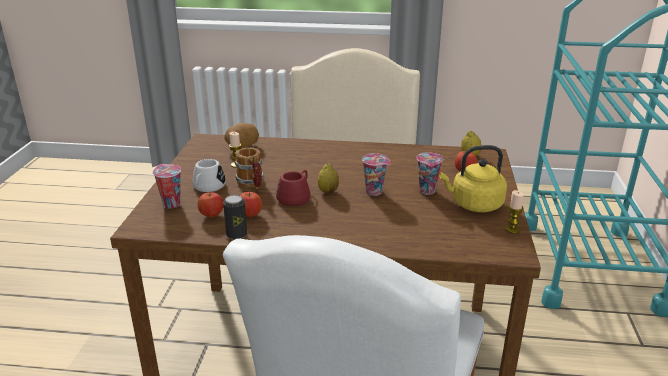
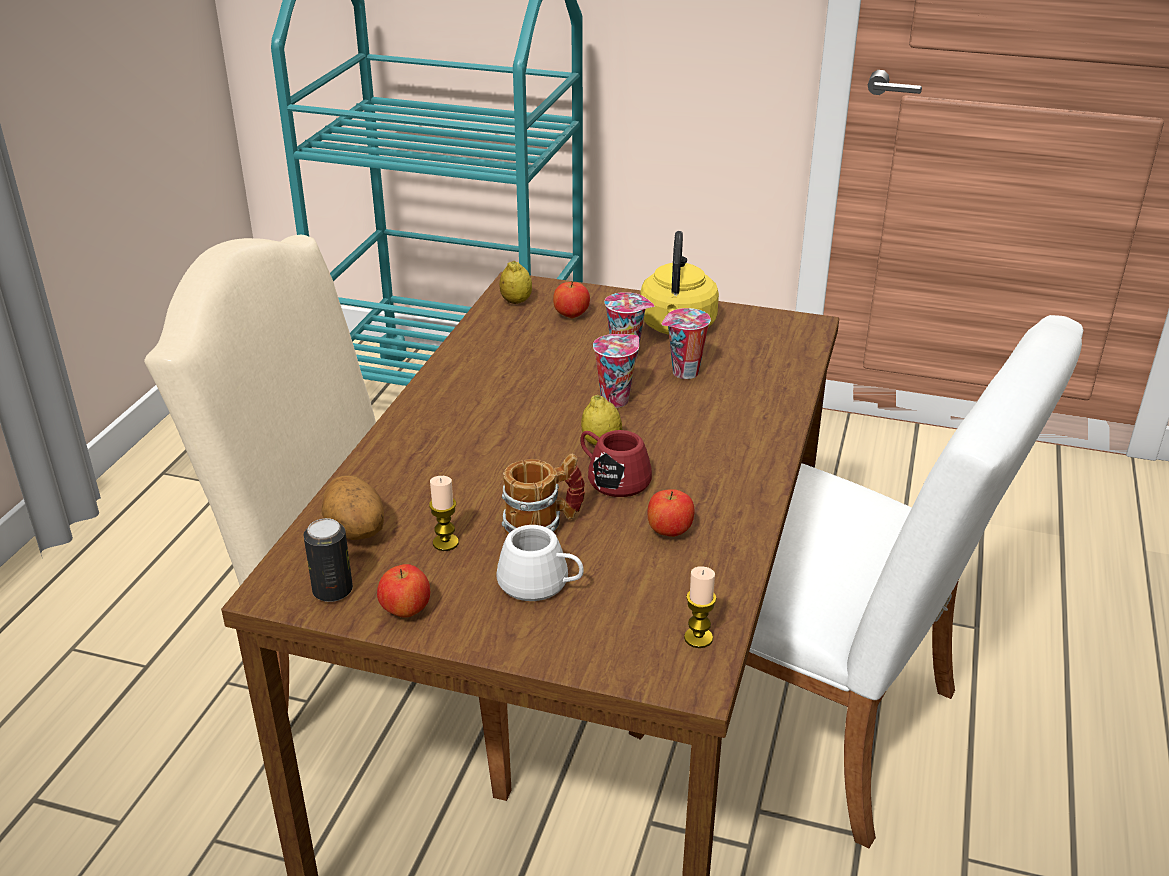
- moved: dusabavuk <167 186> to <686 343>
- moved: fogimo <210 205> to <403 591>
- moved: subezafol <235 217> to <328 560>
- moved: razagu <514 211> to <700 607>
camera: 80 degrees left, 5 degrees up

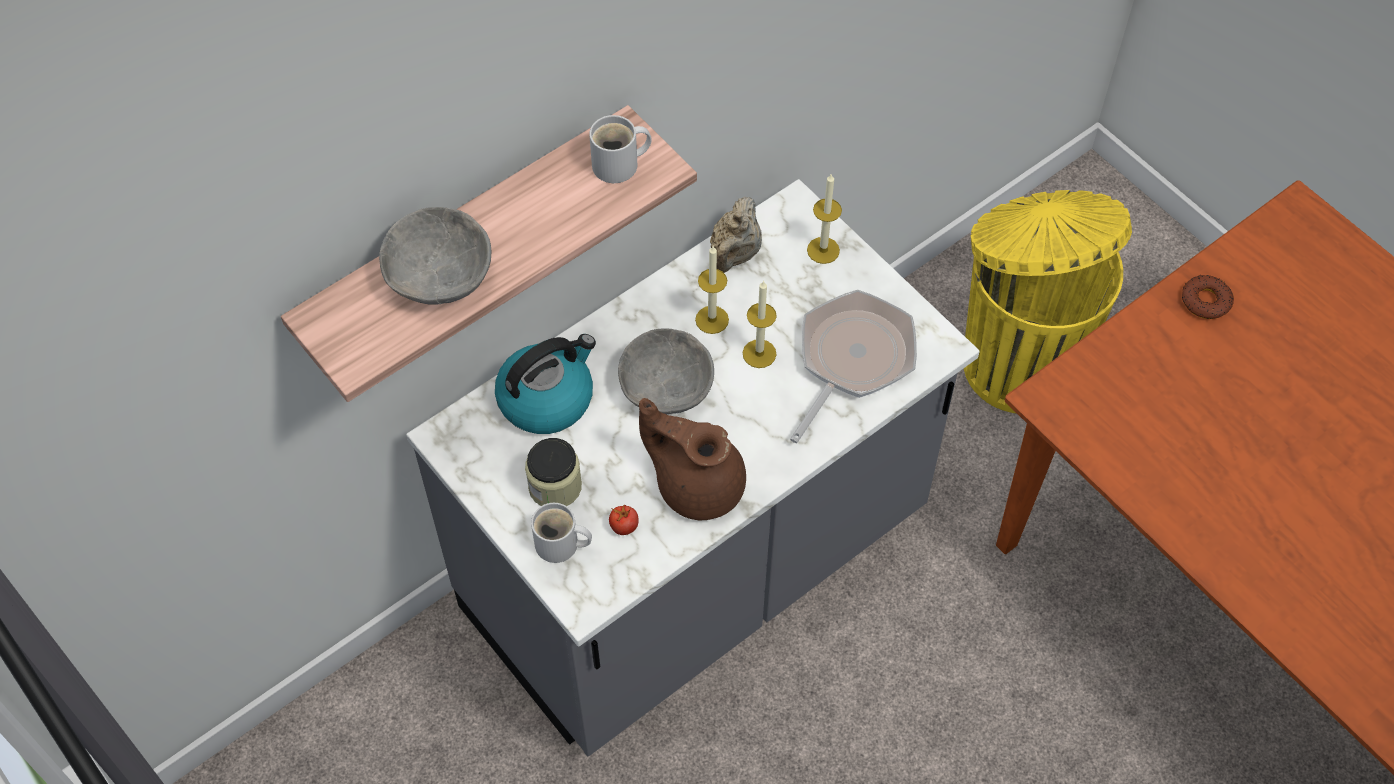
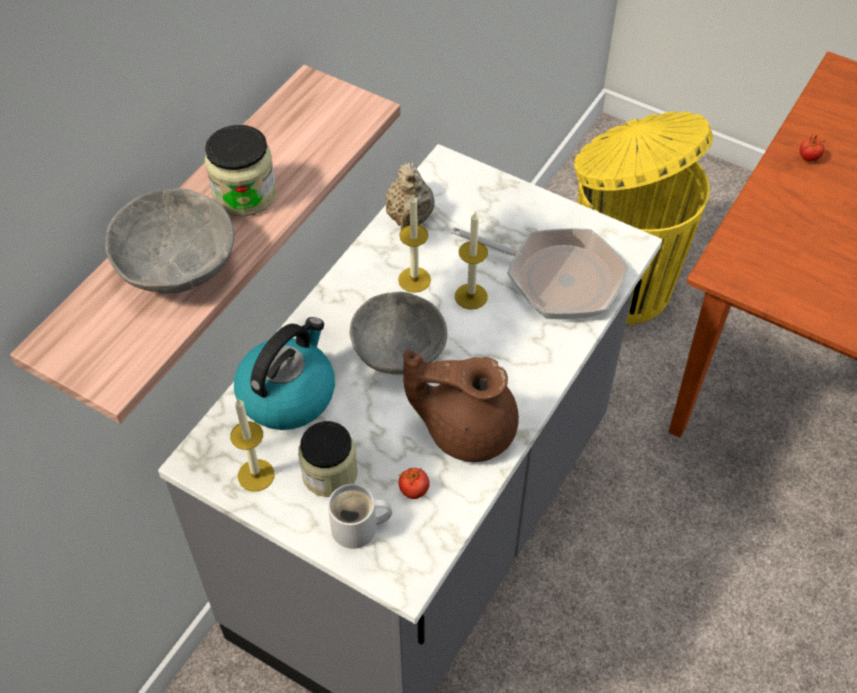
- removed: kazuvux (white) <620 149>
- turned: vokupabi <853 366> = <540 273> 105 degrees clockwise
- moved: razagu <824 218> to <252 445>
- replaced: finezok <1208 297> to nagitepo <813 147>
- added: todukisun <241 170>
camera: 20 degrees left, 5 degrees down

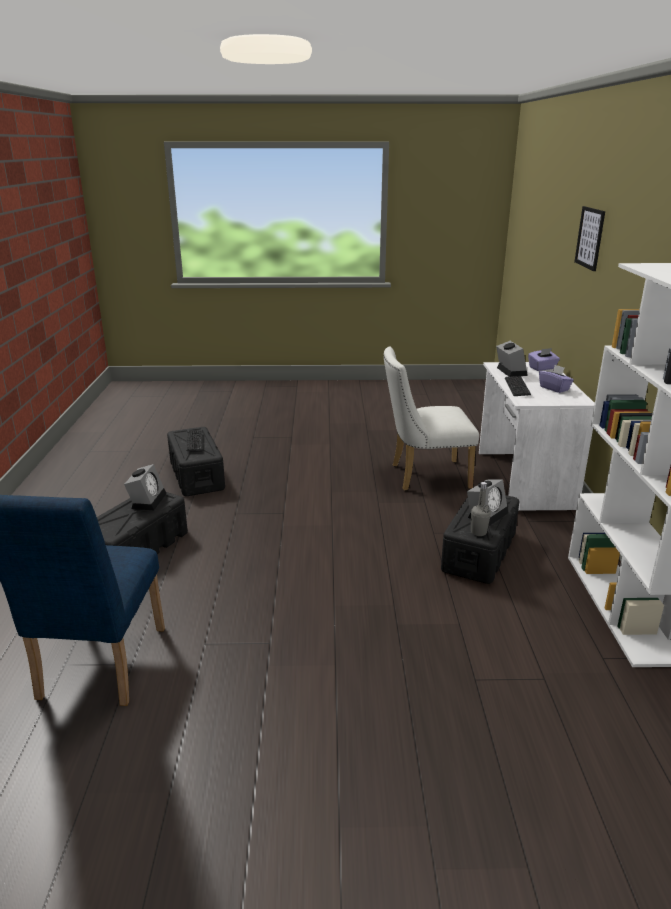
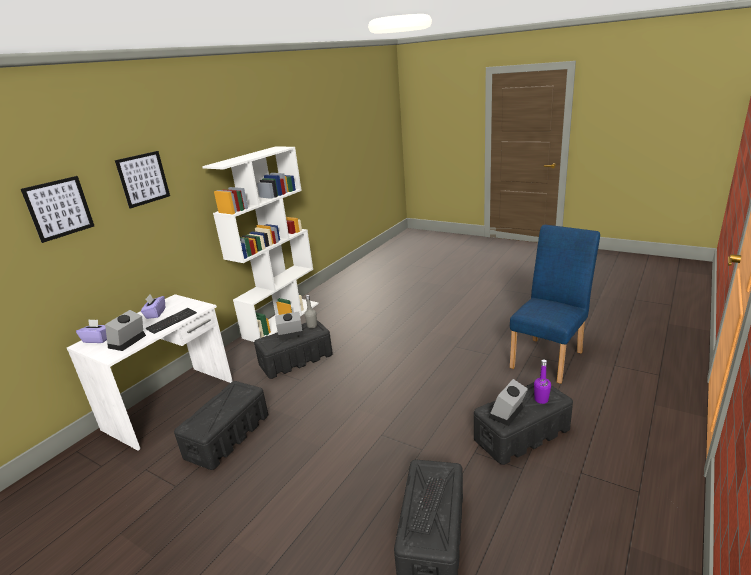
- replaced: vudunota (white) <431 419> to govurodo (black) <221 425>
- added: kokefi <142 180>
- added: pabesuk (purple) <542 382>
camera: 145 degrees left, 0 degrees up

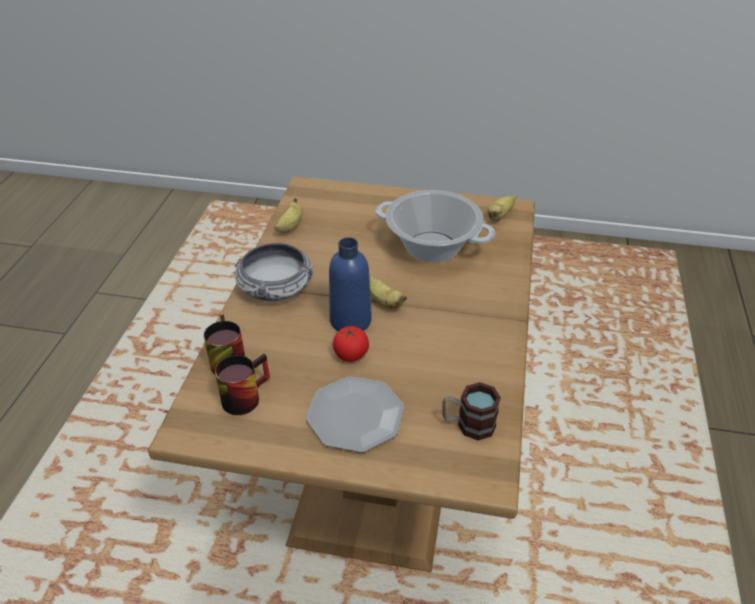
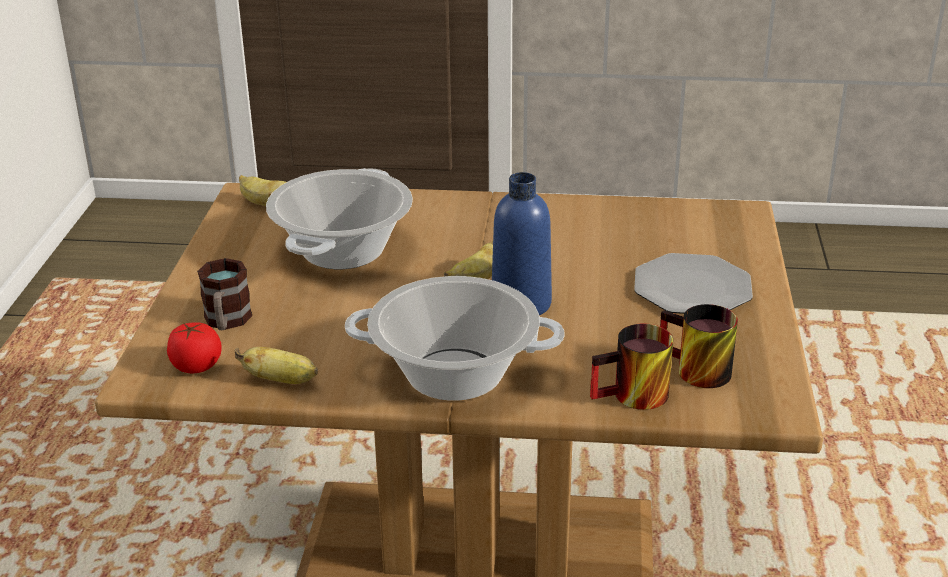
- replaced: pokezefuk <274 272> to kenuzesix <455 338>
- moved: nagitepo <351 344> to <194 347>
- moved: kazuvux <471 411> to <224 294>
camera: 95 degrees left, 10 degrees down

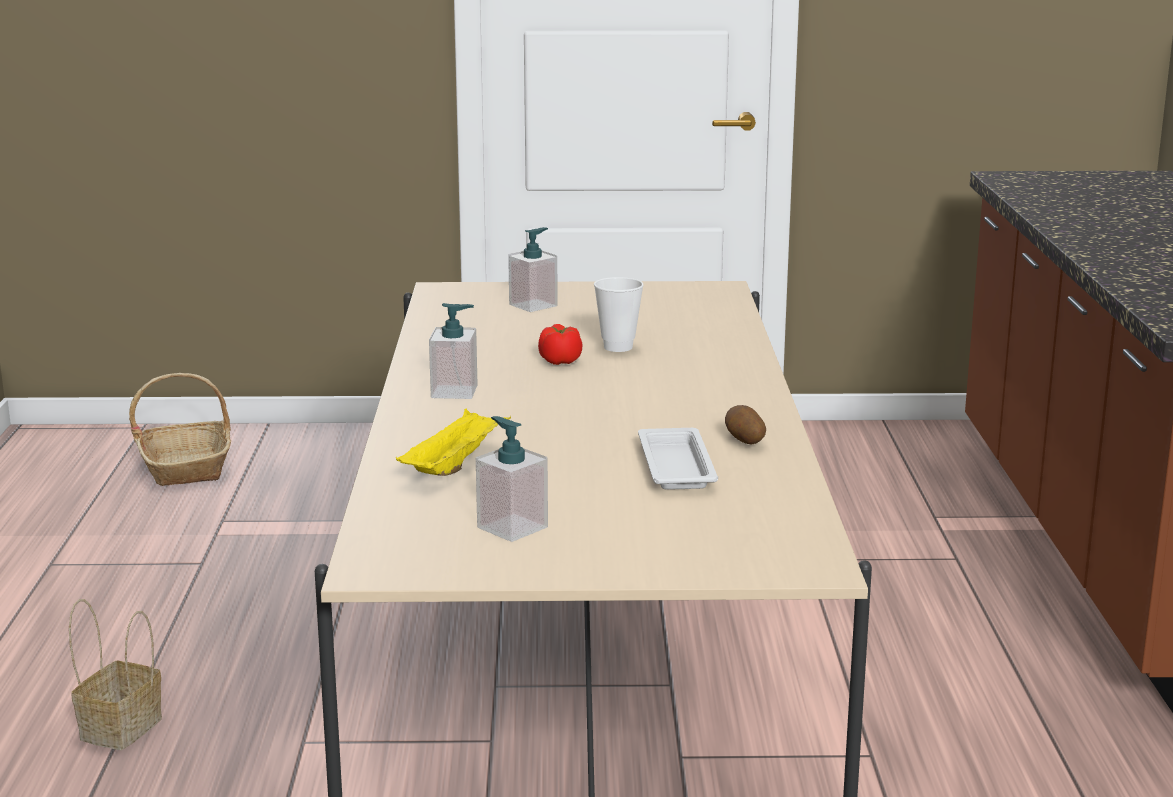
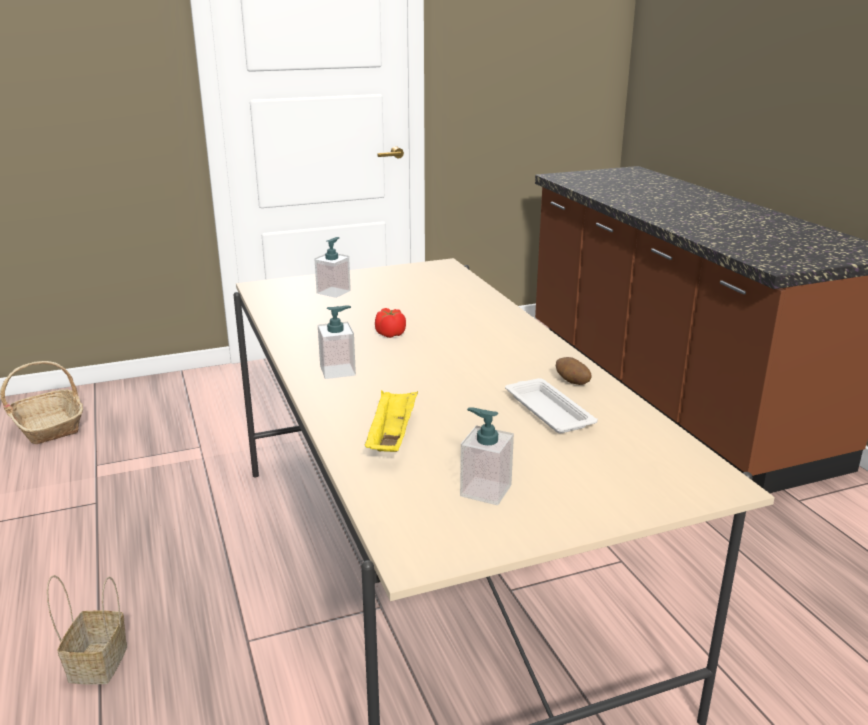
- removed: dusabavuk <619 314>
camera: 20 degrees left, 5 degrees up

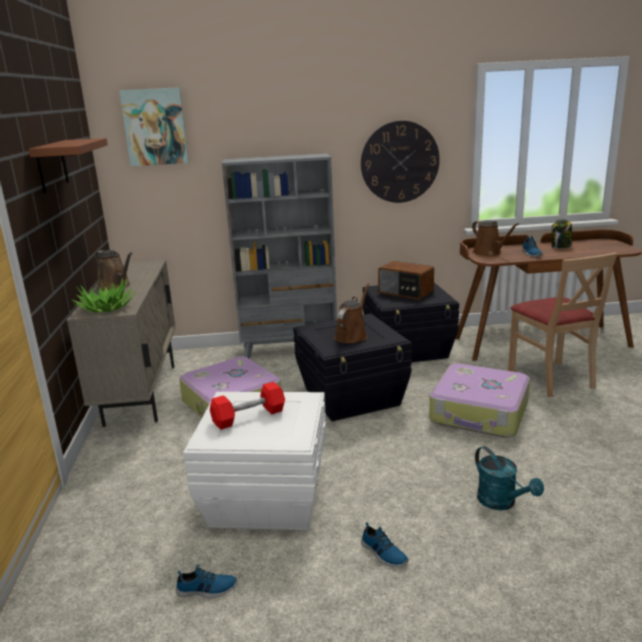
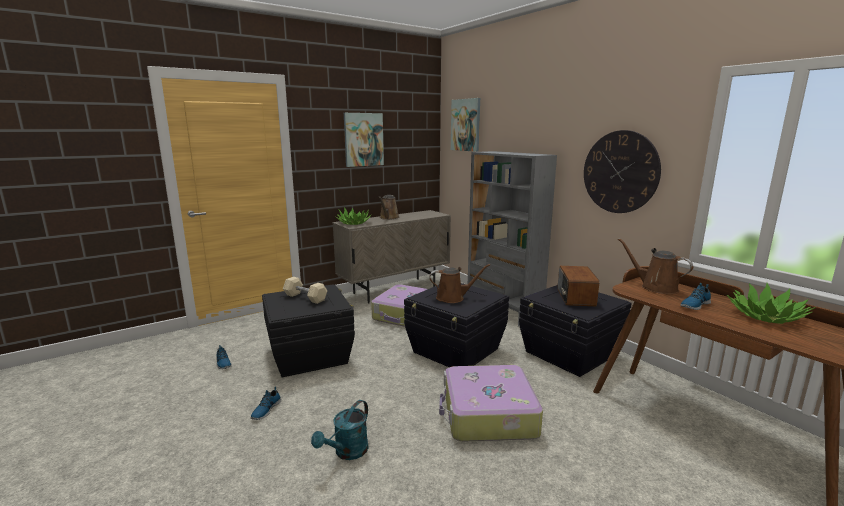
- replaced: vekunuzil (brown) <68 166> to kokefi <364 140>
- recoloured: govurodo (white) <254 461> to govurodo (black) <308 330>
- recoloured: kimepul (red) <247 406> to kimepul (beige) <305 290>
- turned: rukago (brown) <495 238> = <655 266> 105 degrees clockwise
- removed: vudunota (beige) <562 325>
- replaced: todukisun <562 233> to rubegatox <771 303>
camera: 60 degrees right, 5 degrees down

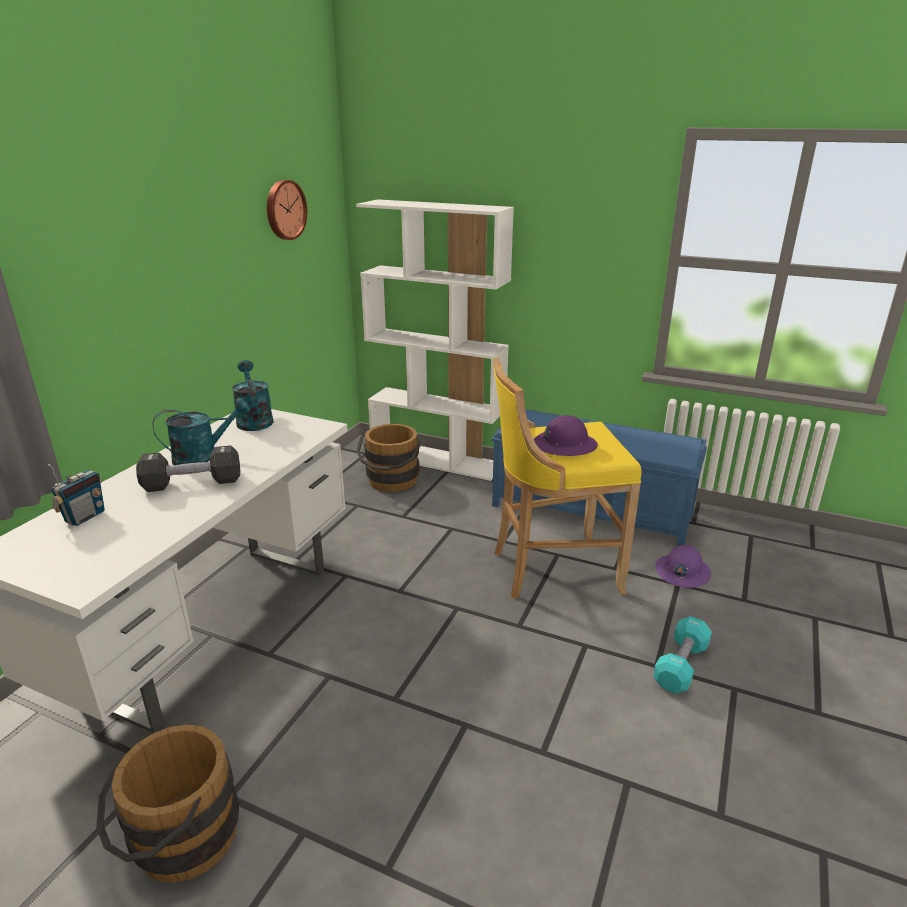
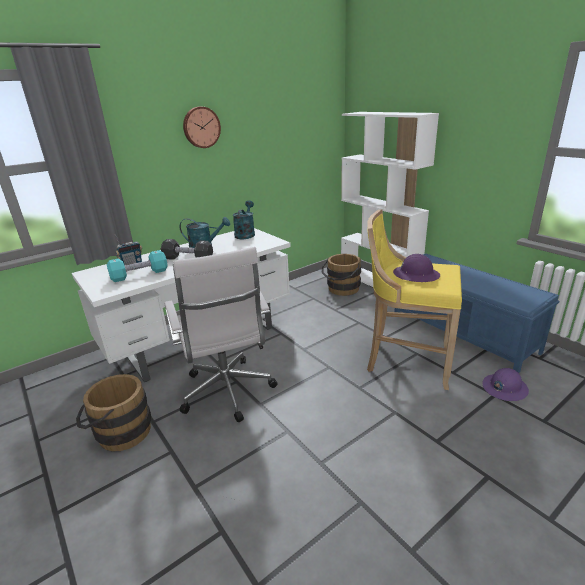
- moved: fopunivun <287 210> to <202 127>
- moved: kimepul (turquoise) <682 655> to <137 266>
- added: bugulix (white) <220 334>
camera: 30 degrees right, 0 degrees up

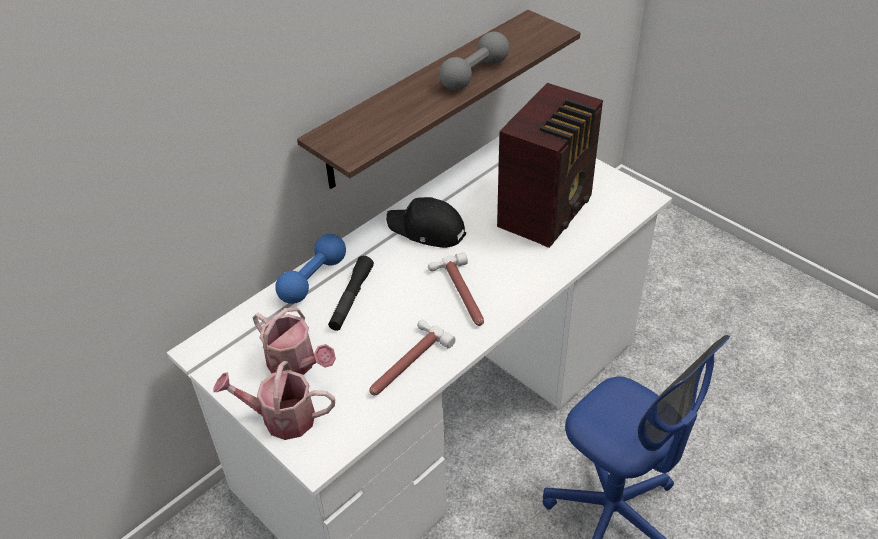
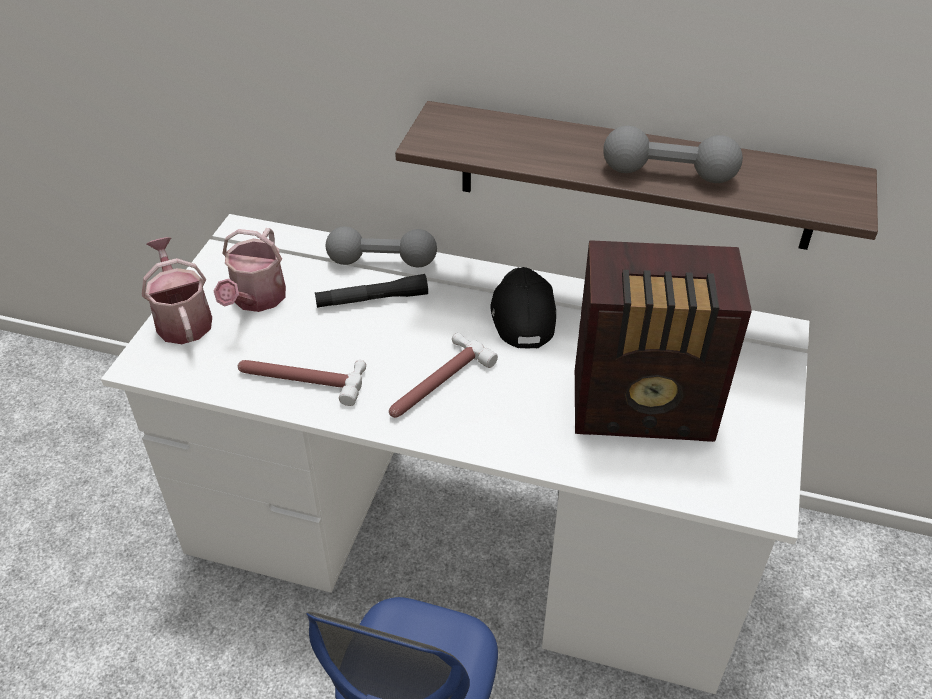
- recoloured: kimepul (blue) <310 269> to kimepul (grey) <381 246>
camera: 60 degrees right, 0 degrees up

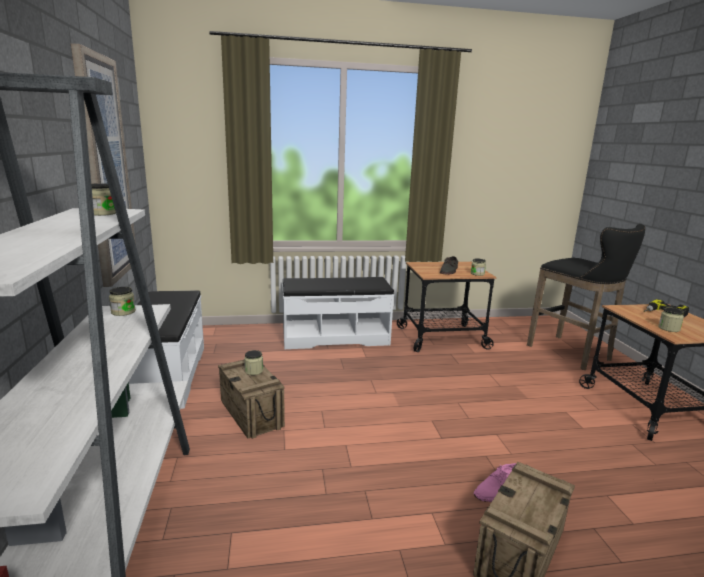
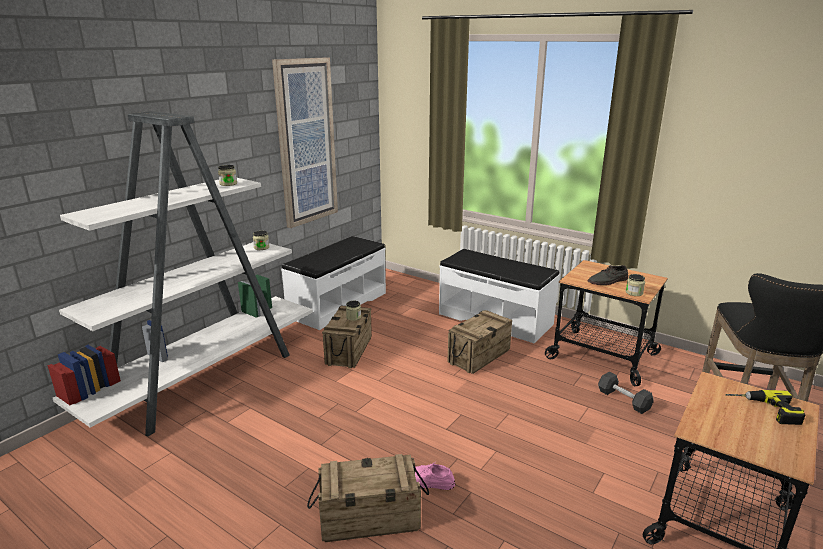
- removed: todukisun <671 319>
- added: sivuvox <480 342>
- added: kimepul (black) <626 392>
camera: 45 degrees right, 5 degrees up

